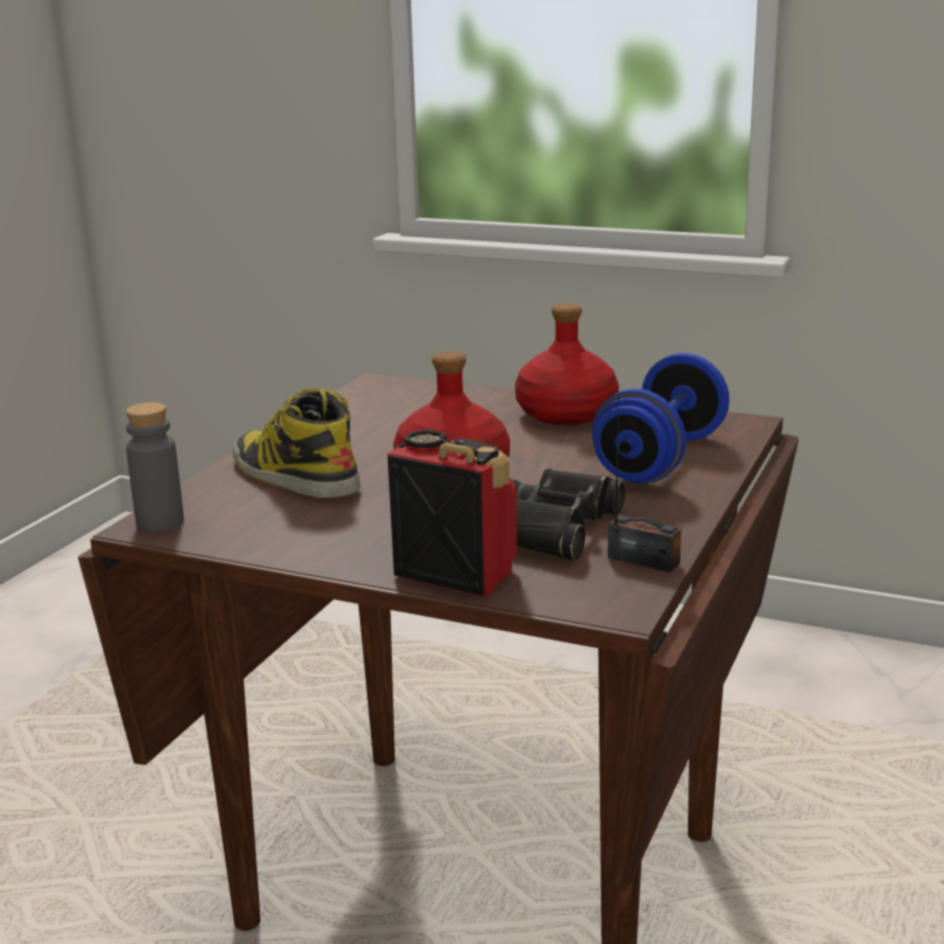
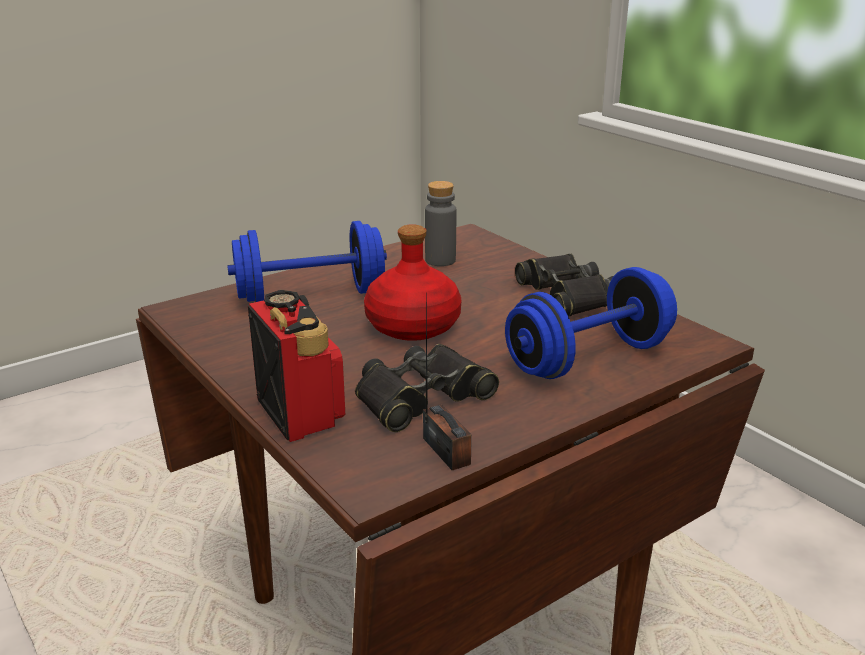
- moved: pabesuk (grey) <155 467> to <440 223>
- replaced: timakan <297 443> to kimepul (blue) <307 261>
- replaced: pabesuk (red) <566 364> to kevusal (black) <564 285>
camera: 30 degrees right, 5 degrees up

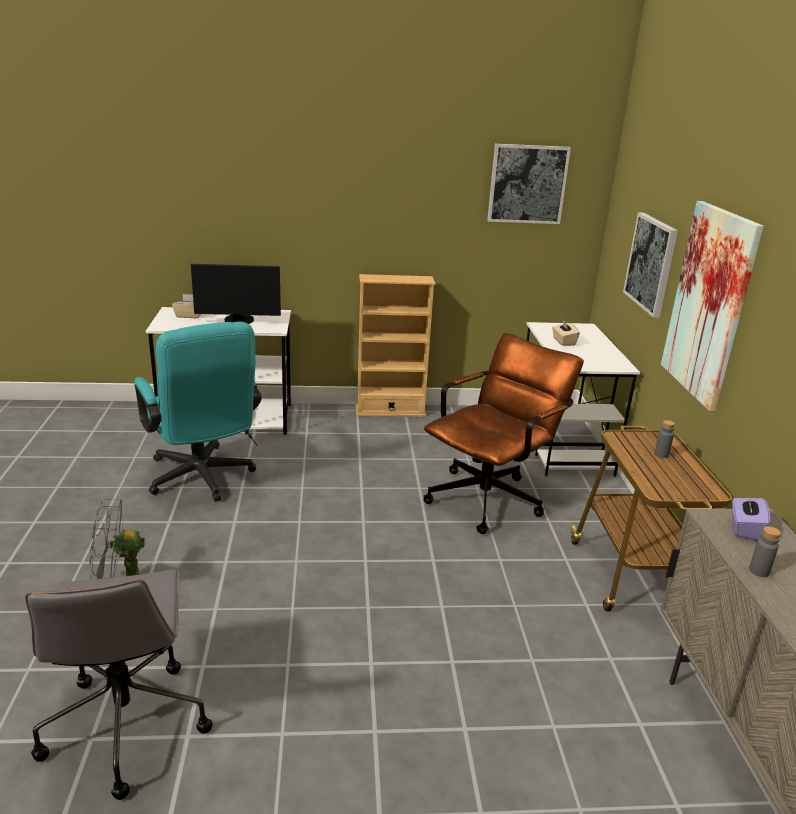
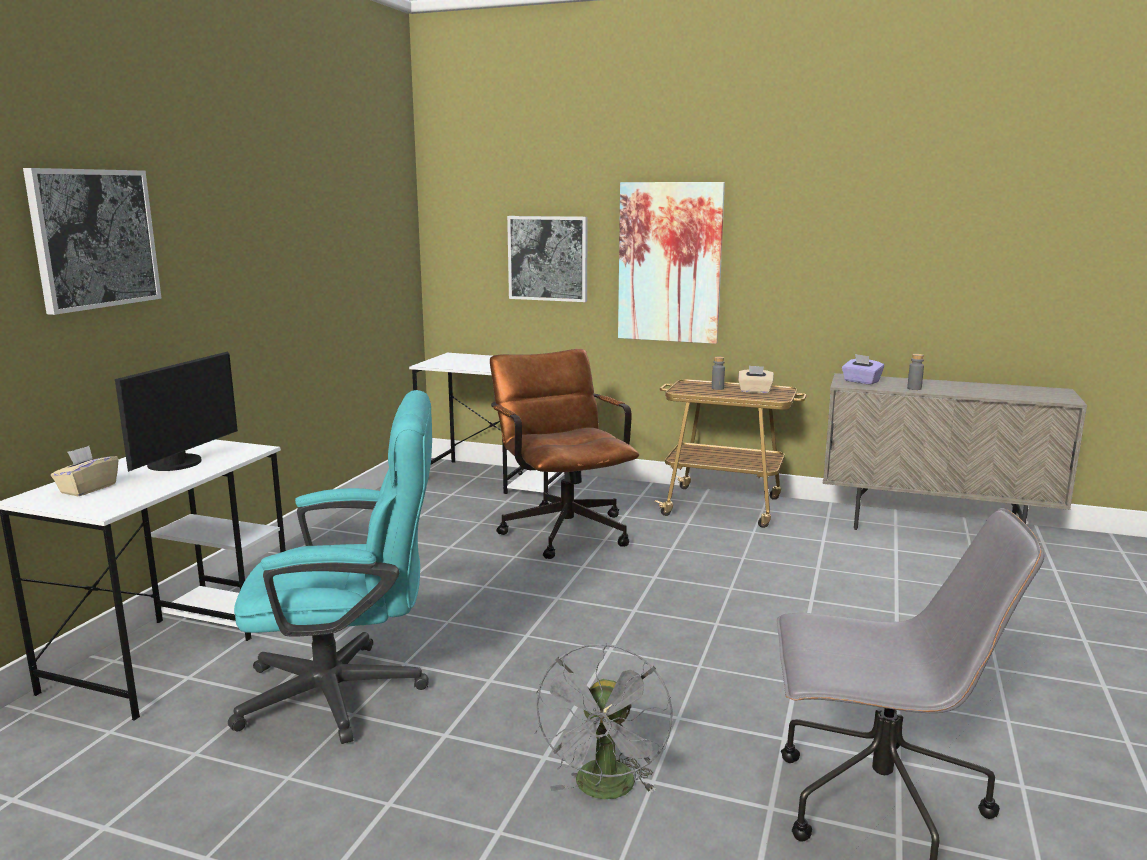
- removed: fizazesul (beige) <396 345>
- moved: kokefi <529 184> to <92 241>
- moved: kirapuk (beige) <566 332> to <756 379>
camera: 65 degrees left, 10 degrees down

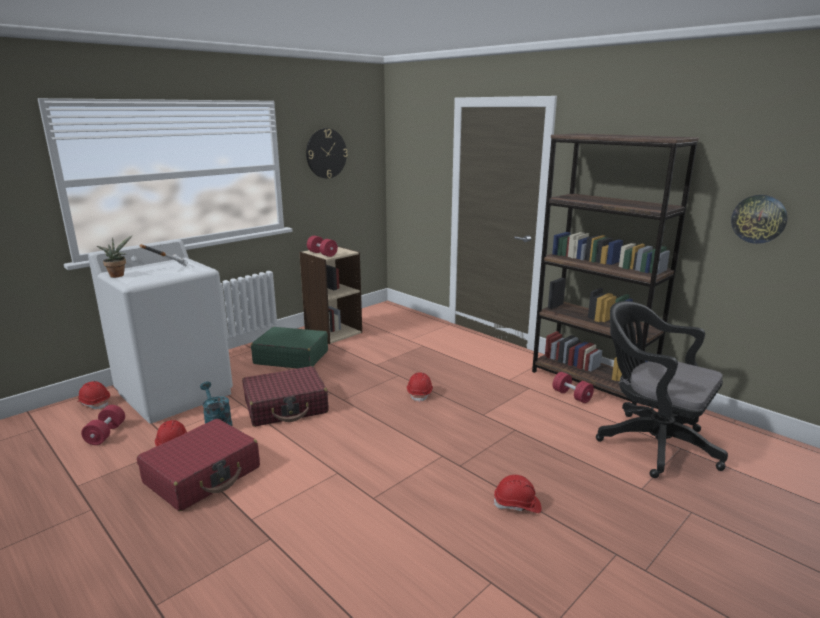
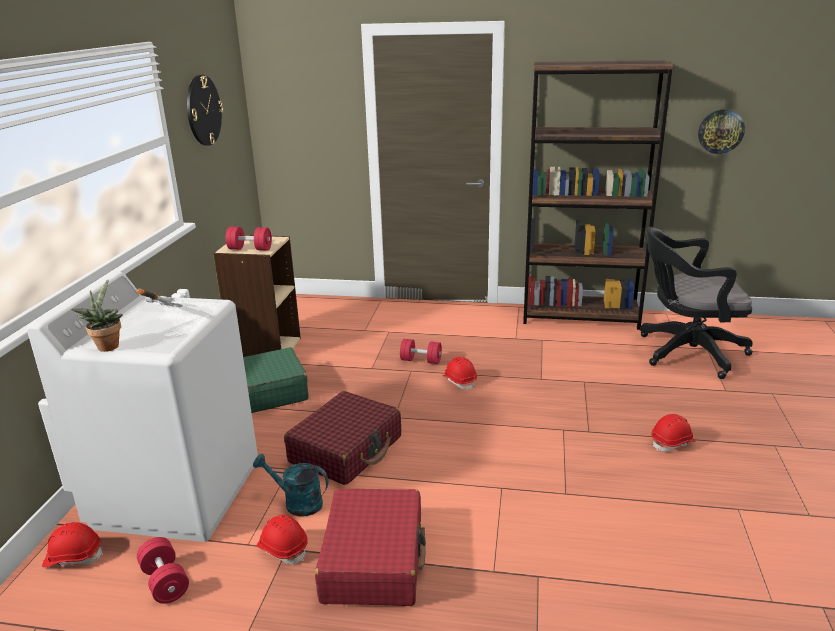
- moved: kimepul (red) <573 387> to <421 351>
camera: 35 degrees left, 5 degrees up

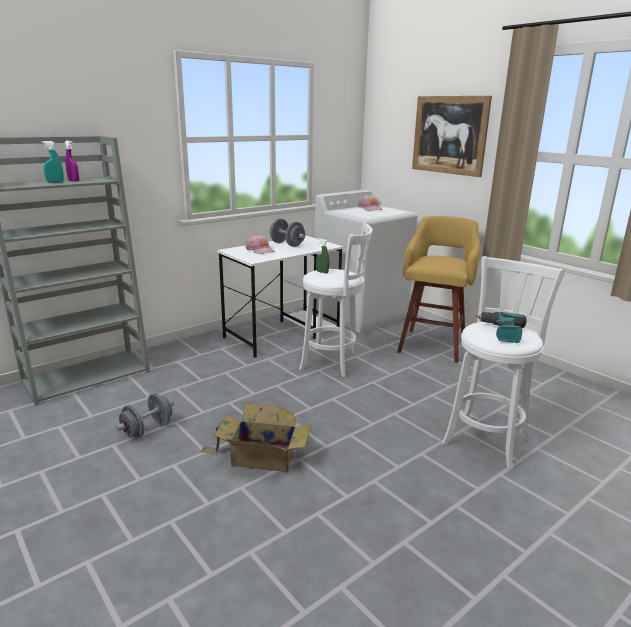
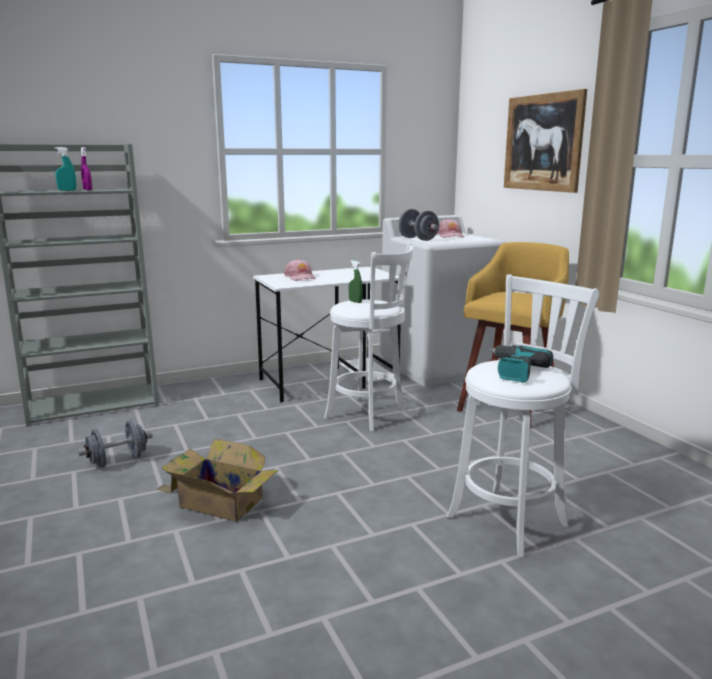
- moved: kimepul (grey) <287 233> to <418 225>
camera: 15 degrees right, 5 degrees down

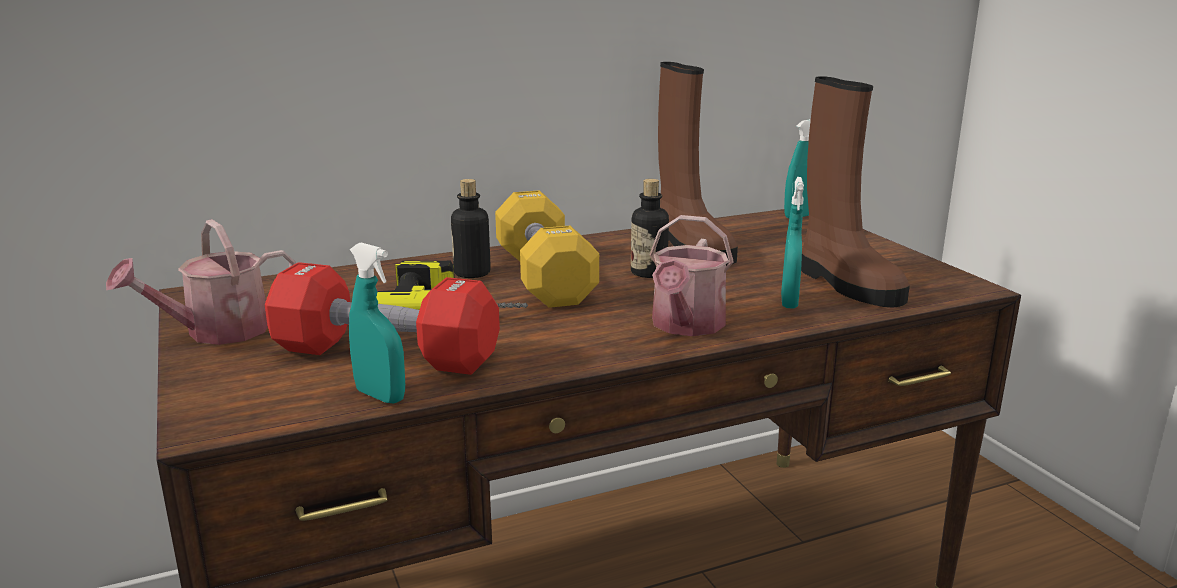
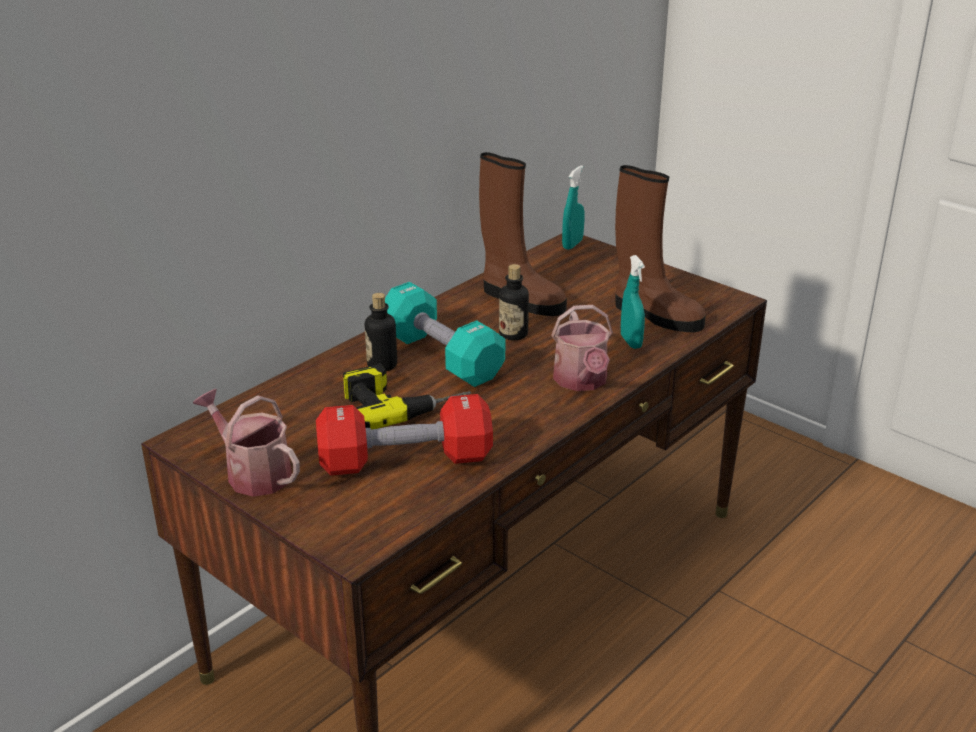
- turned: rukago <201 282> = <246 443> 105 degrees clockwise
- removed: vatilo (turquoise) <377 323>
- recoloured: kimepul (yellow) <547 249> to kimepul (turquoise) <445 334>
camera: 25 degrees left, 10 degrees up

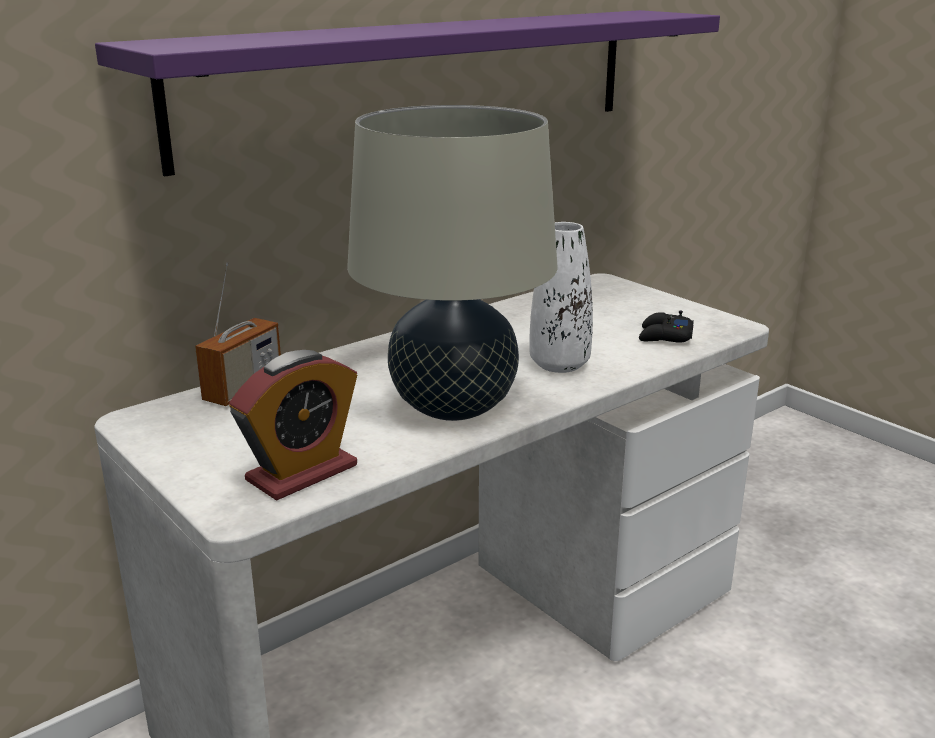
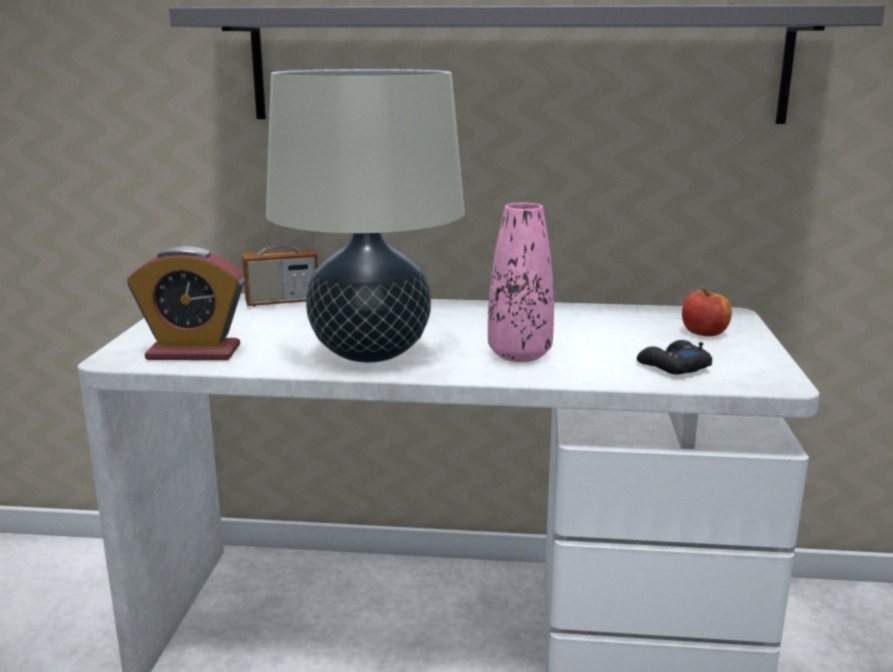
- recoloured: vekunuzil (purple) <407 93> to vekunuzil (grey) <527 64>
- recoloured: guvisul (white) <561 297> to guvisul (pink) <521 282>
- added: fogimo <707 312>
camera: 45 degrees right, 5 degrees down

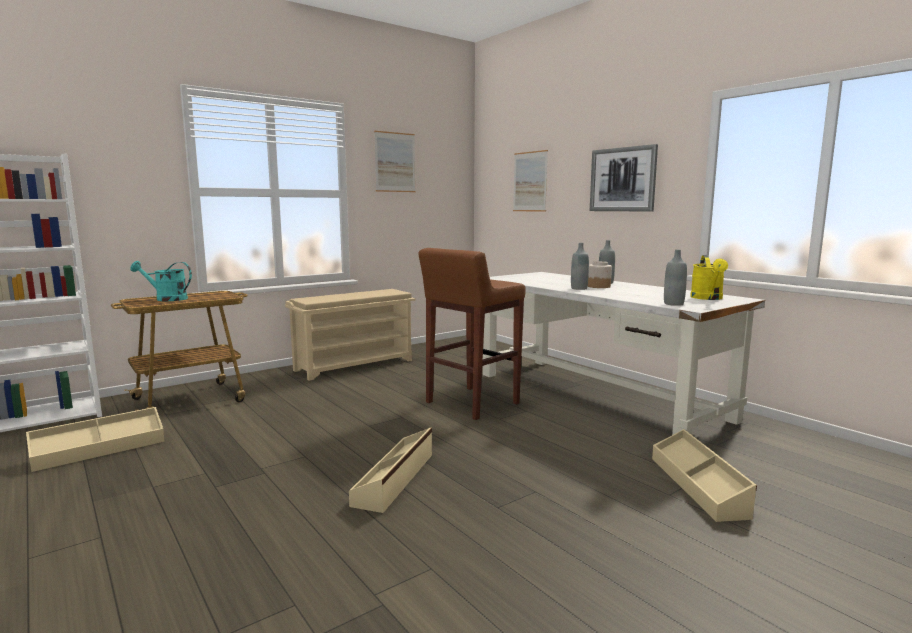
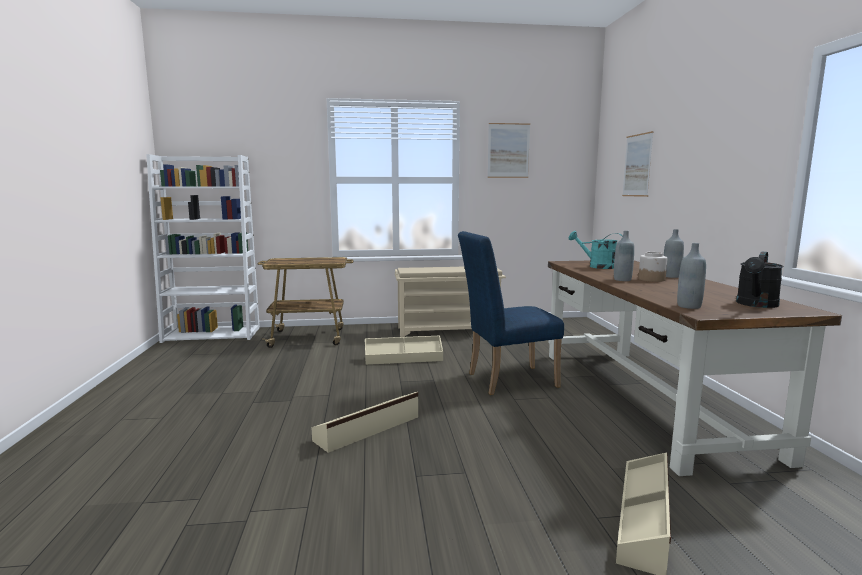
- moved: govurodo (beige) <95 439> to <404 350>
- moved: rukago (turquoise) <161 281> to <596 250>
- replaced: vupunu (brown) <471 334> to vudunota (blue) <511 313>
- recoloured: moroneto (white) <624 353> to moroneto (brown) <695 368>
- removed: kokefi <624 178>
- recoloured: rukago (yellow) <709 277> to rukago (black) <759 280>
camera: 30 degrees right, 0 degrees up

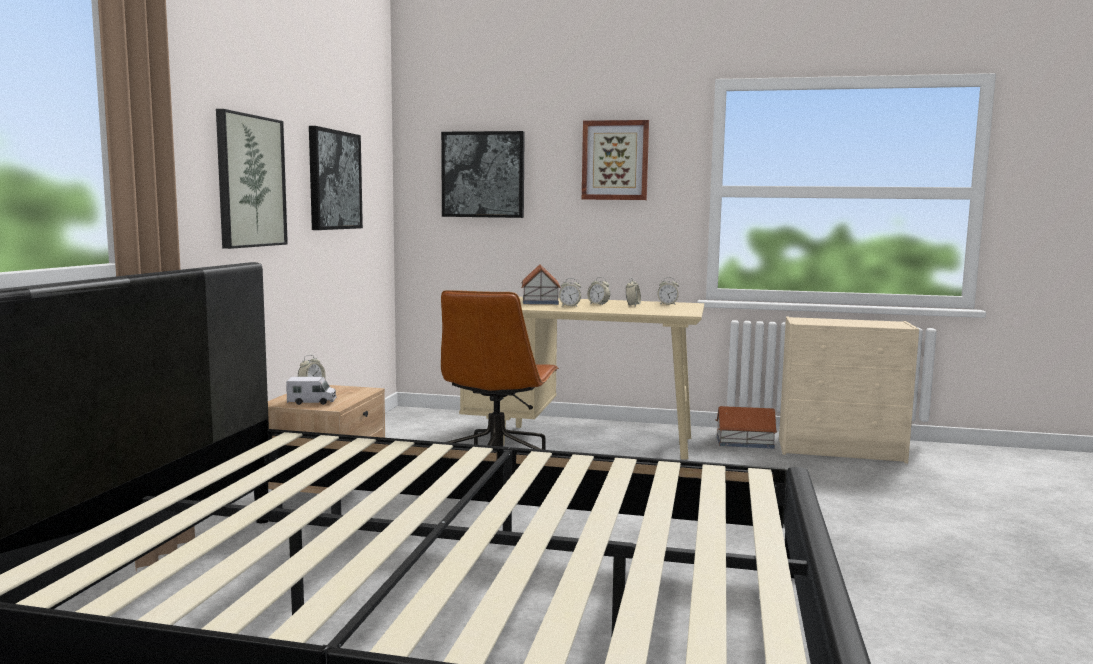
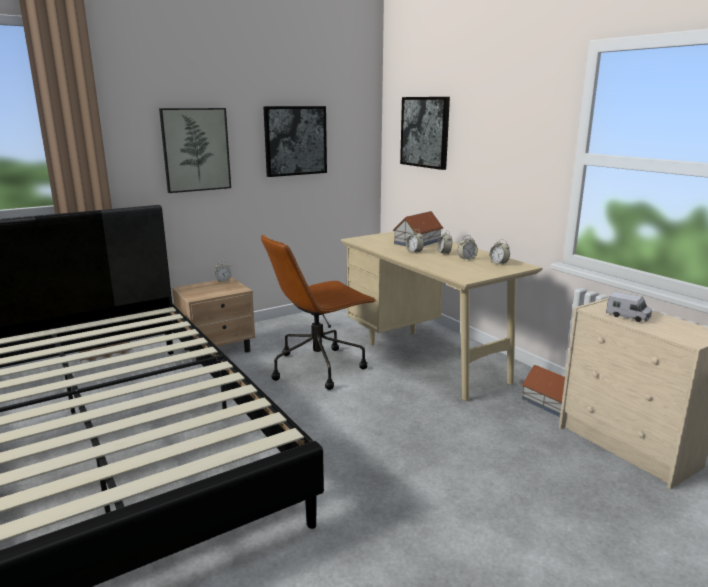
- moved: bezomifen <311 391> to <629 306>
- removed: kokefi <615 160>
camera: 45 degrees right, 10 degrees up

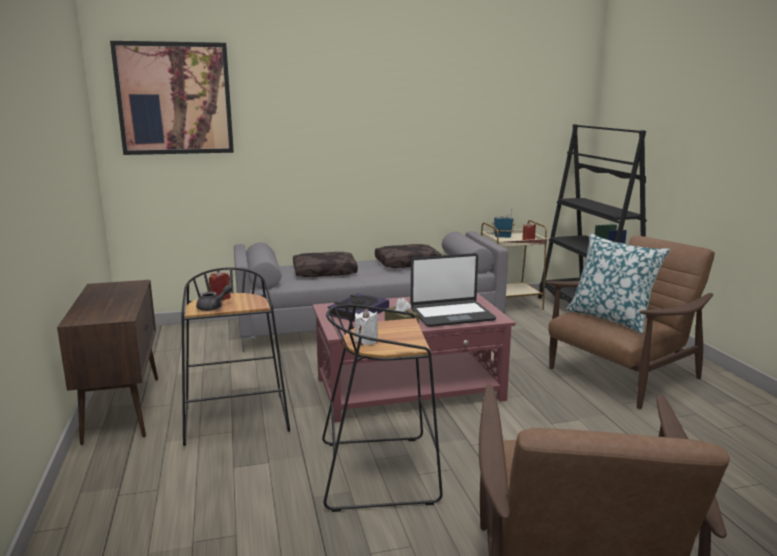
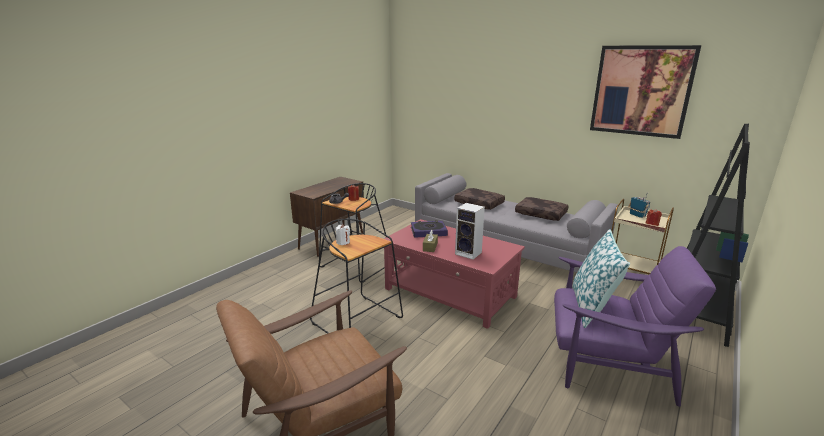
- moved: kokefi <172 98> to <646 92>
- replaced: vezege <453 290> to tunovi <470 231>
- recoloured: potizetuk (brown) <631 322> to potizetuk (purple) <635 326>
camera: 50 degrees right, 5 degrees up

